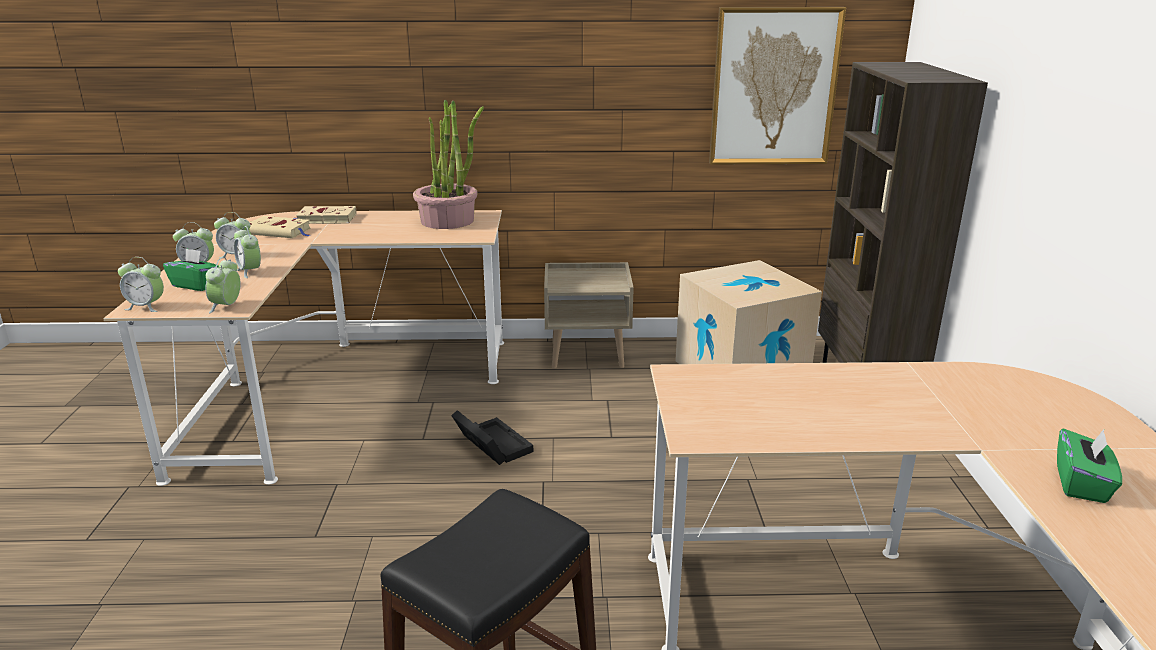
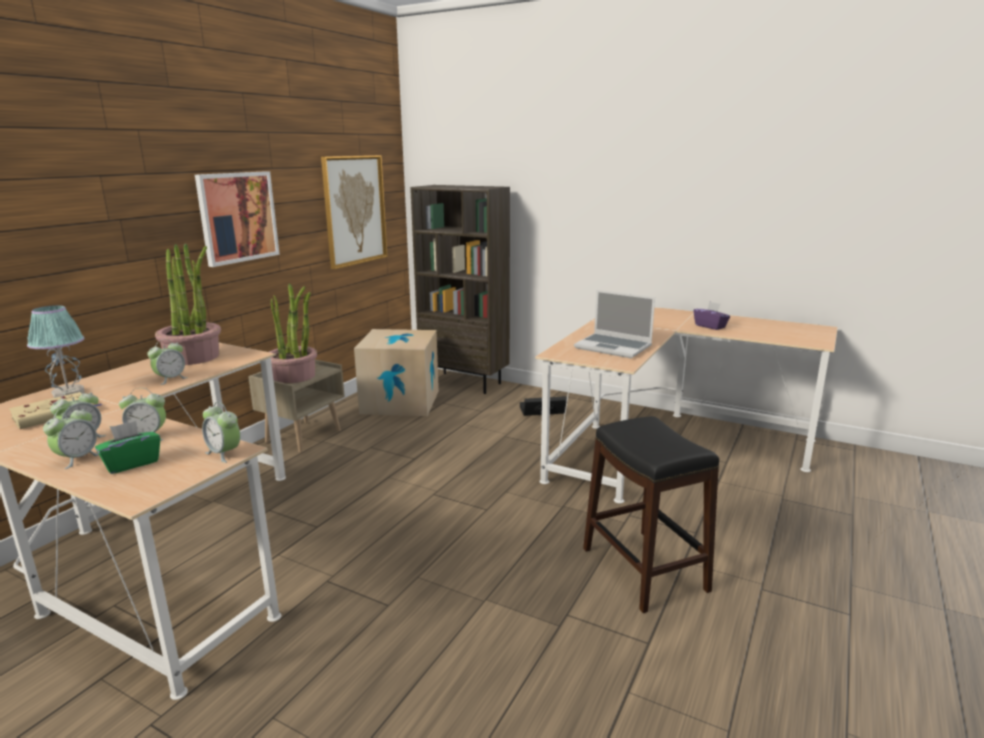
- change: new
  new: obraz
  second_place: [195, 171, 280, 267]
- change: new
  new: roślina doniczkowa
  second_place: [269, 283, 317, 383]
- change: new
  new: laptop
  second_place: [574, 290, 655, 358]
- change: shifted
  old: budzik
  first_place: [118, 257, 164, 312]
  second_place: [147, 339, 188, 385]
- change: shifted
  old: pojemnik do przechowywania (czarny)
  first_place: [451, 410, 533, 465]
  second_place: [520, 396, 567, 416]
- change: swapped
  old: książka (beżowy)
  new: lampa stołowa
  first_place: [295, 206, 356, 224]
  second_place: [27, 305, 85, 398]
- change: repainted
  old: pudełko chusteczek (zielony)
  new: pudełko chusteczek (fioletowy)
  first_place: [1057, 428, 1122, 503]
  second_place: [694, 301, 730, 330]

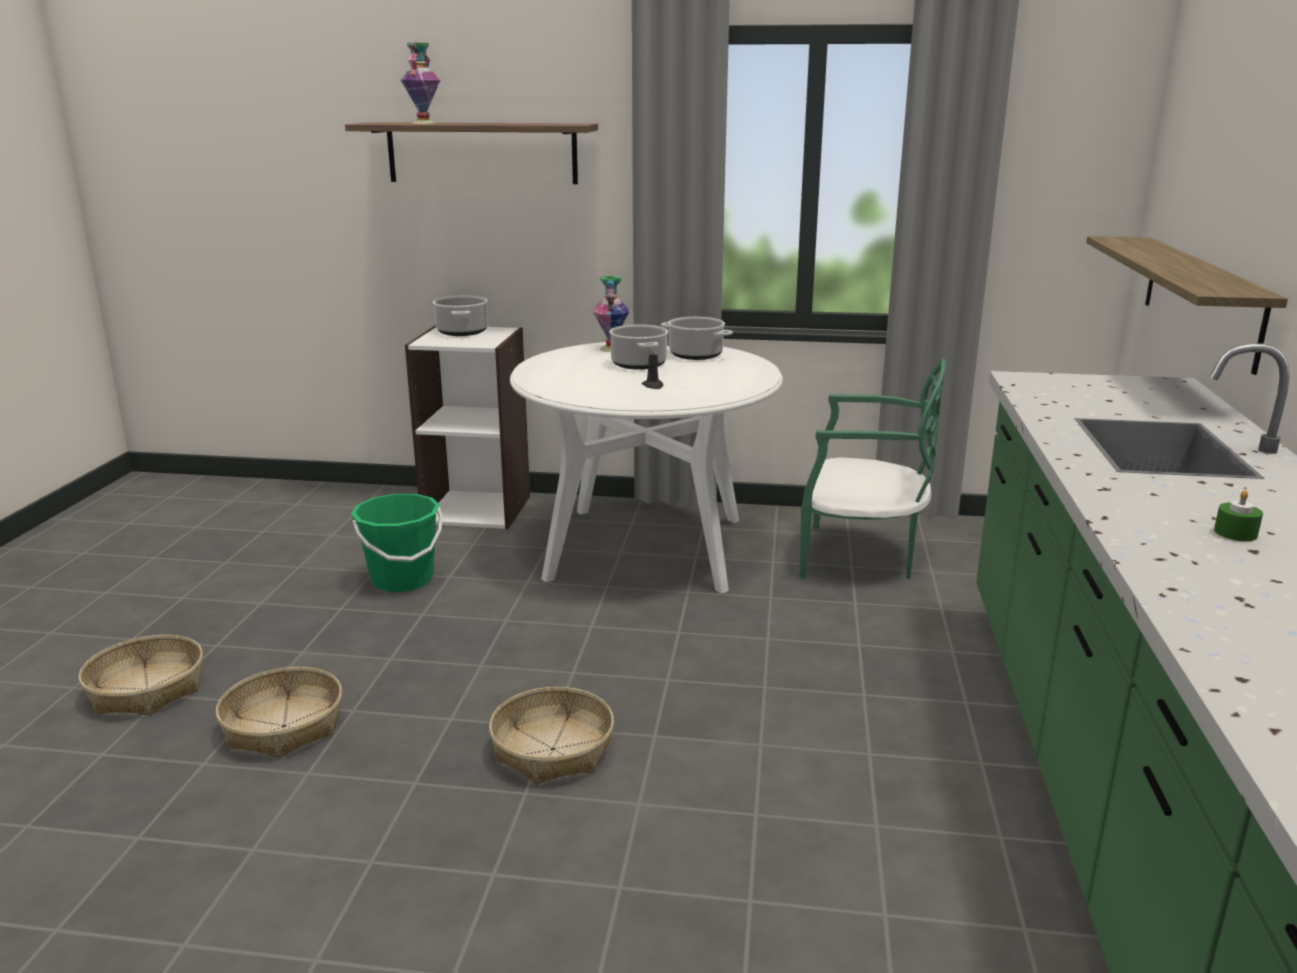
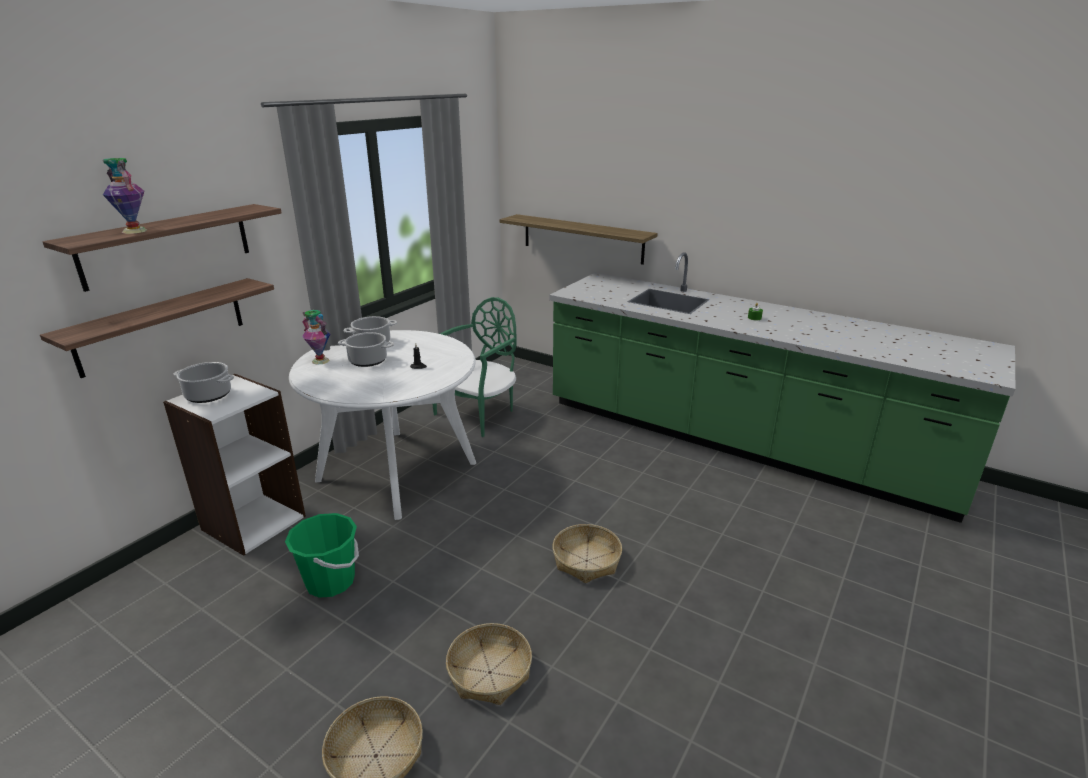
- change: new
  new: półka
  second_place: [40, 278, 274, 378]

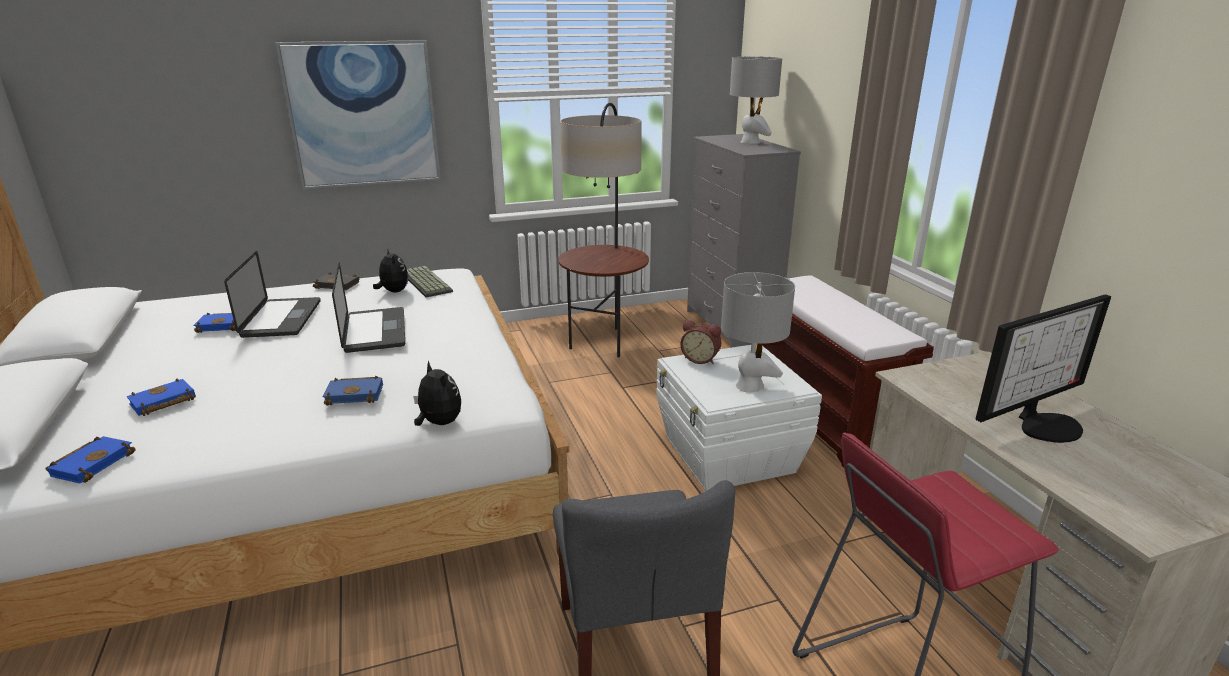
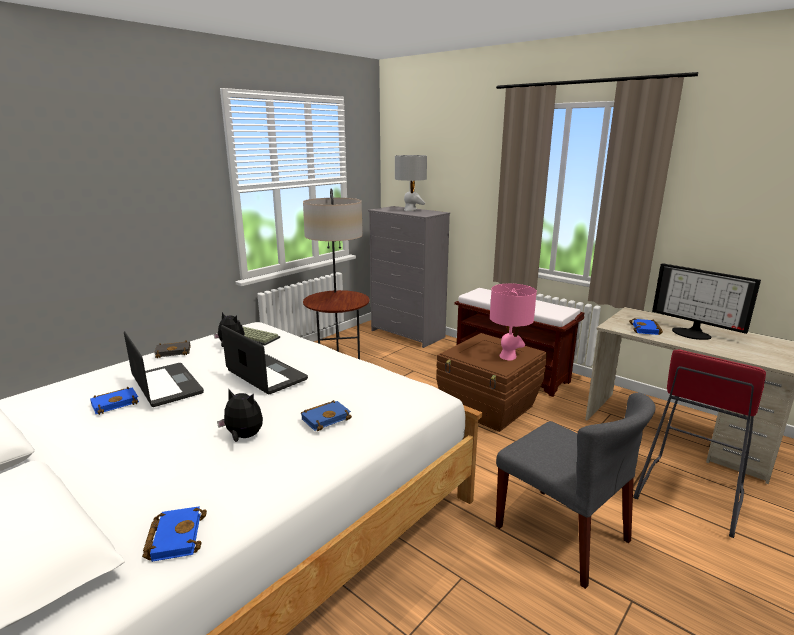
- change: gone
  old: obraz
  first_place: [275, 40, 441, 189]
- change: gone
  old: budzik
  first_place: [681, 320, 721, 364]
- change: shifted
  old: książka (niebieski)
  first_place: [127, 378, 196, 416]
  second_place: [629, 318, 663, 335]
- change: shifted
  old: pluszak
  first_place: [413, 360, 461, 426]
  second_place: [217, 389, 263, 442]
- change: repainted
  old: pojemnik do przechowywania (biały)
  new: pojemnik do przechowywania (brązowy)
  first_place: [656, 345, 822, 491]
  second_place: [436, 333, 547, 432]
- change: repainted
  old: lampa stołowa (szary)
  new: lampa stołowa (różowy)
  first_place: [721, 272, 795, 392]
  second_place: [490, 283, 537, 361]
- change: rotated
  old: monitor
  first_place: [975, 294, 1111, 443]
  second_place: [652, 263, 761, 340]
  degrees: 105

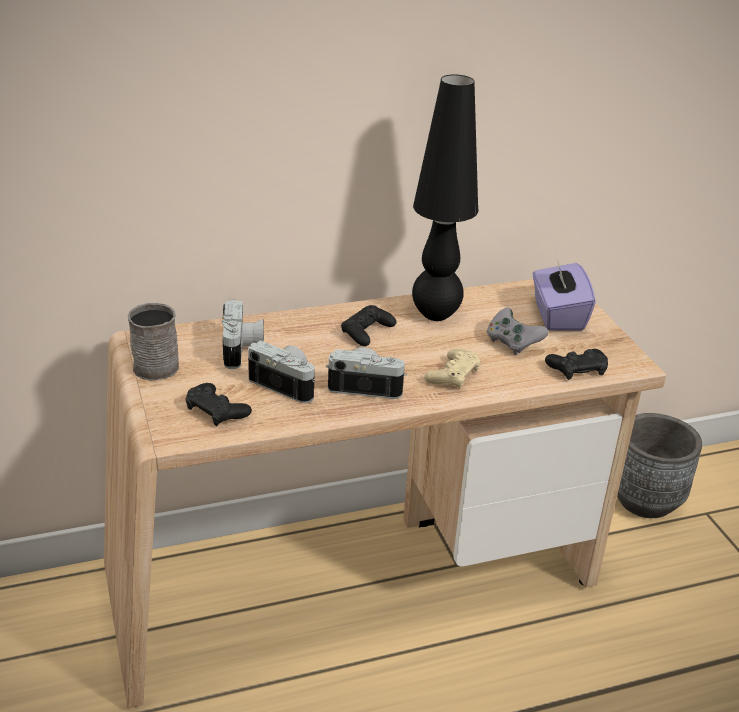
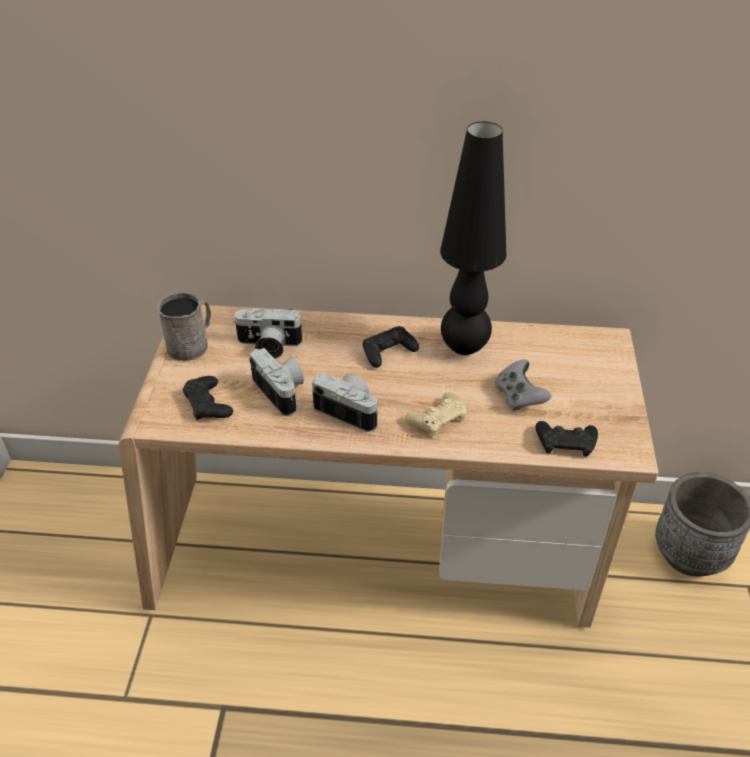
- change: gone
  old: pudełko chusteczek (fioletowy)
  first_place: [533, 260, 596, 331]
- change: rotated
  old: aparat fotograficzny
  first_place: [222, 299, 264, 369]
  second_place: [233, 308, 304, 359]
  degrees: 75

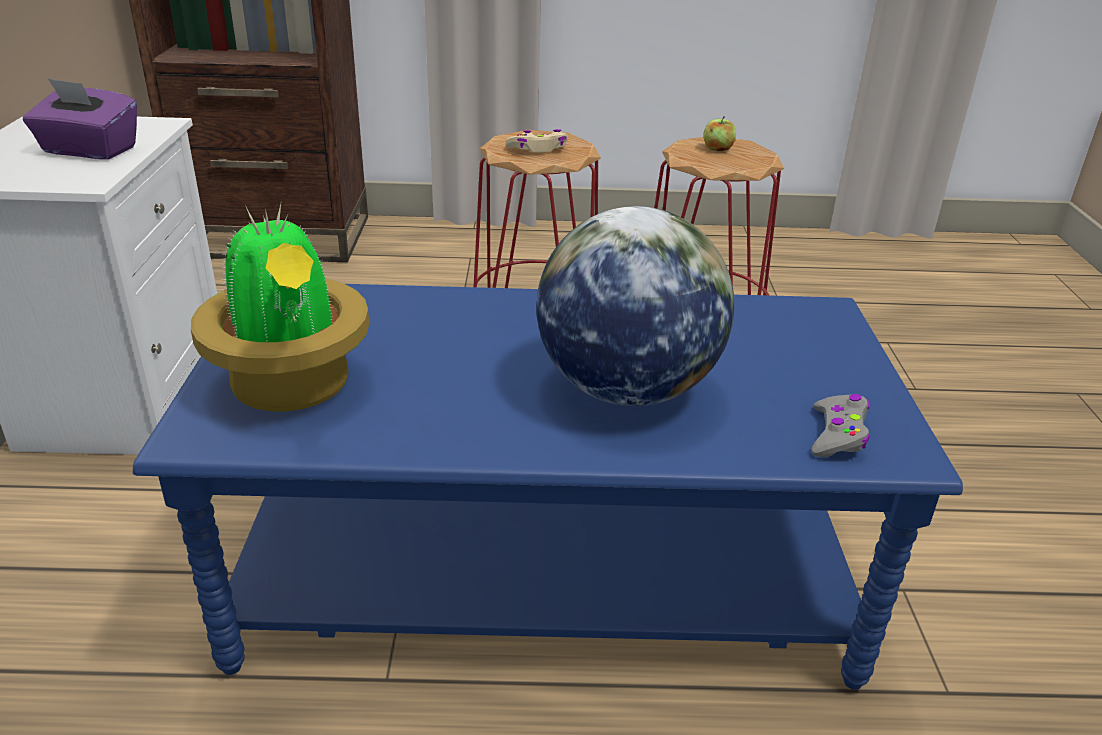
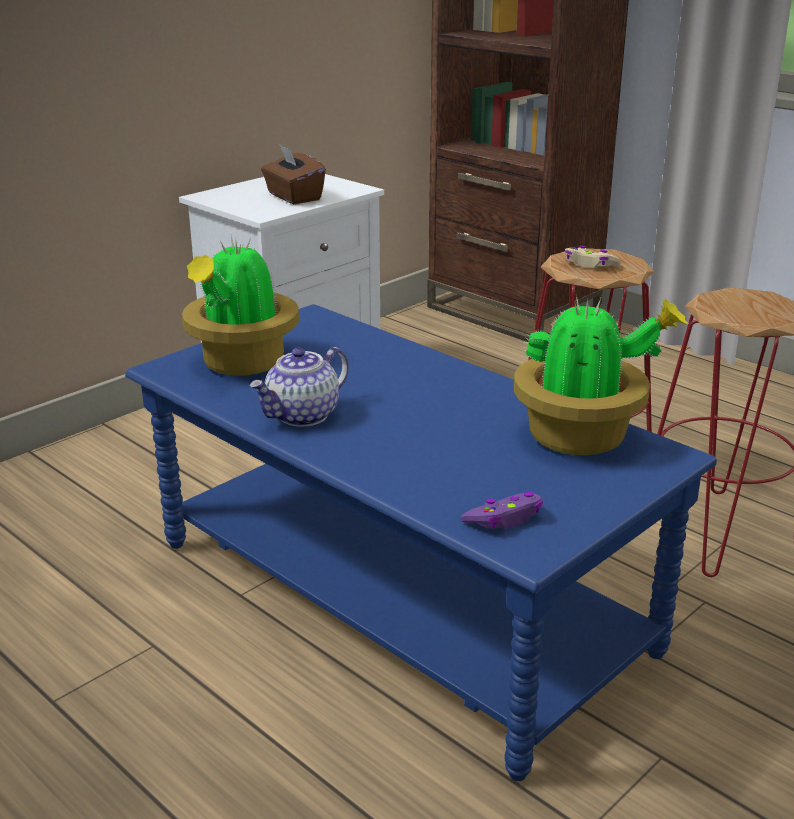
- change: gone
  old: globus
  first_place: [536, 206, 734, 406]
- change: gone
  old: jabłko
  first_place: [704, 116, 736, 151]
- change: new
  new: imbryk
  second_place: [249, 347, 349, 427]
- change: new
  new: roślina doniczkowa
  second_place: [514, 295, 689, 455]
- change: repainted
  old: pudełko chusteczek (fioletowy)
  new: pudełko chusteczek (brązowy)
  first_place: [23, 78, 137, 160]
  second_place: [261, 145, 326, 204]
- change: repainted
  old: pad do gier (szary)
  new: pad do gier (fioletowy)
  first_place: [812, 394, 870, 457]
  second_place: [461, 492, 543, 529]

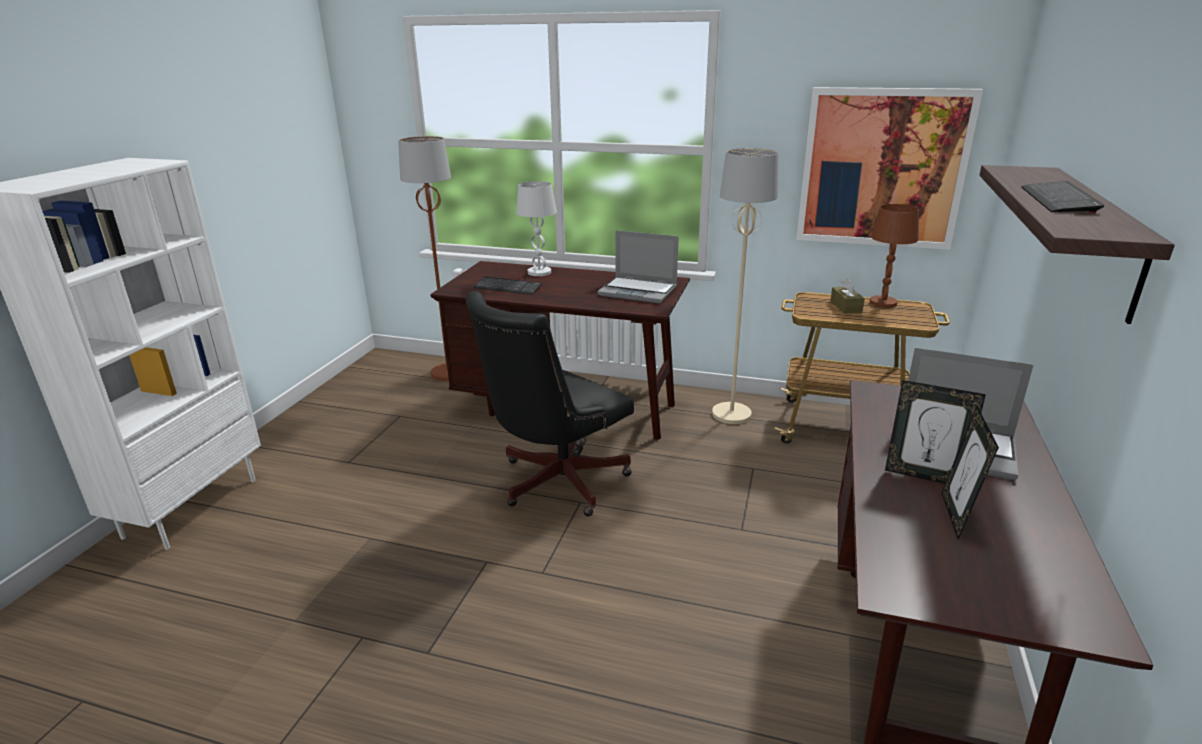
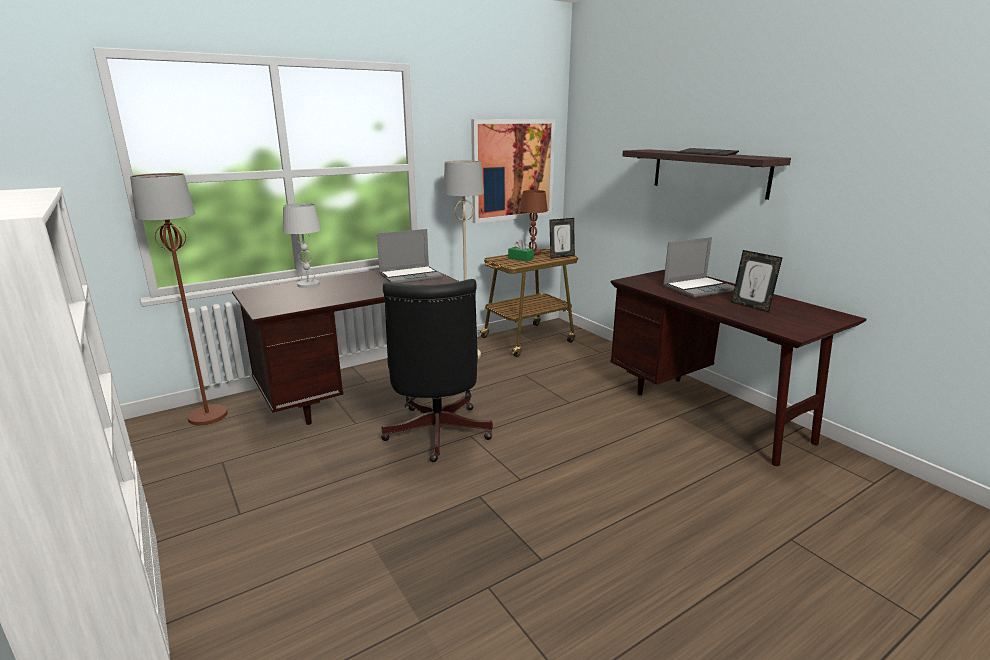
- change: gone
  old: klawiatura
  first_place: [474, 277, 542, 295]
- change: shifted
  old: ramka na zdjęcie
  first_place: [885, 380, 986, 484]
  second_place: [549, 218, 575, 258]
- change: repainted
  old: pudełko chusteczek (brązowy)
  new: pudełko chusteczek (zielony)
  first_place: [830, 278, 865, 314]
  second_place: [508, 240, 534, 262]

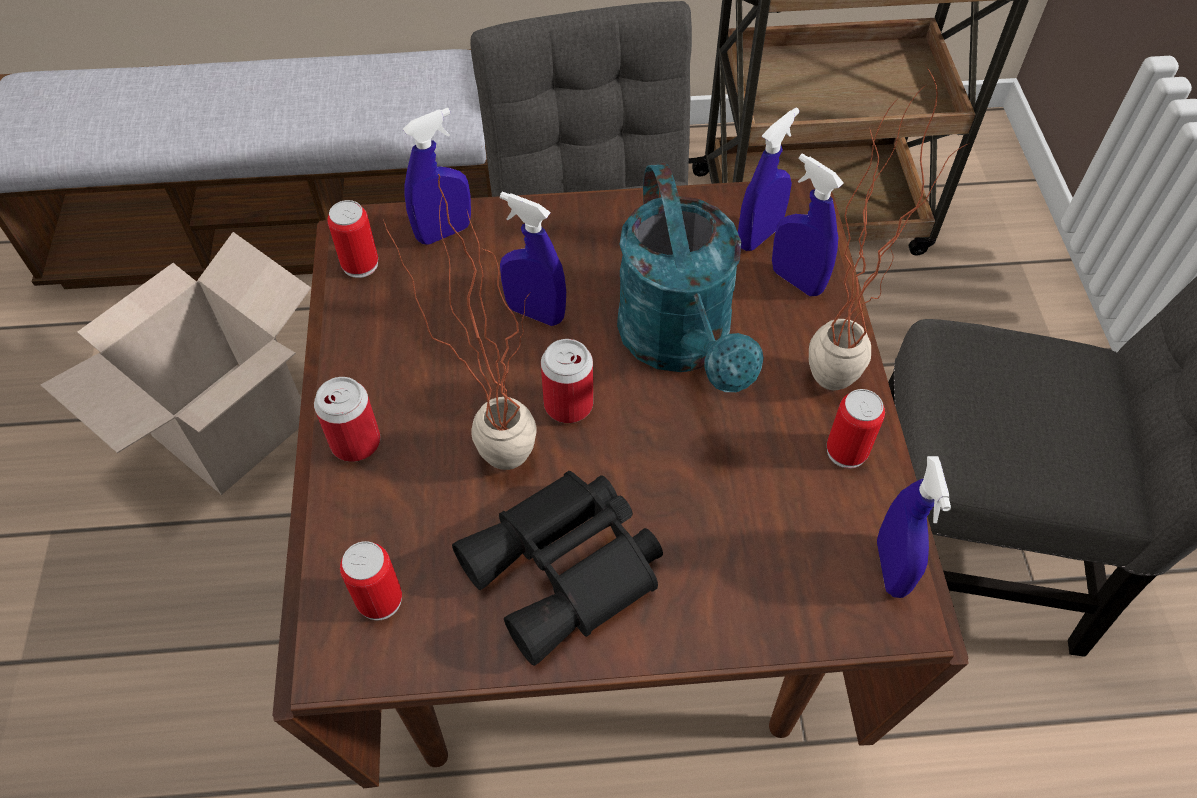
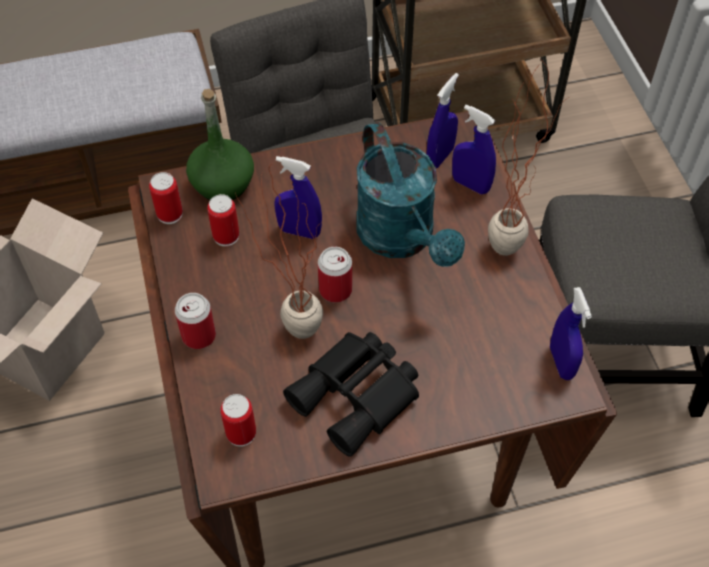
- change: shifted
  old: puszka
  first_place: [827, 389, 885, 468]
  second_place: [207, 194, 239, 247]
- change: swapped
  old: spryskiwacz (niebieski)
  new: butelka (zielony)
  first_place: [403, 108, 471, 245]
  second_place: [186, 89, 254, 200]

